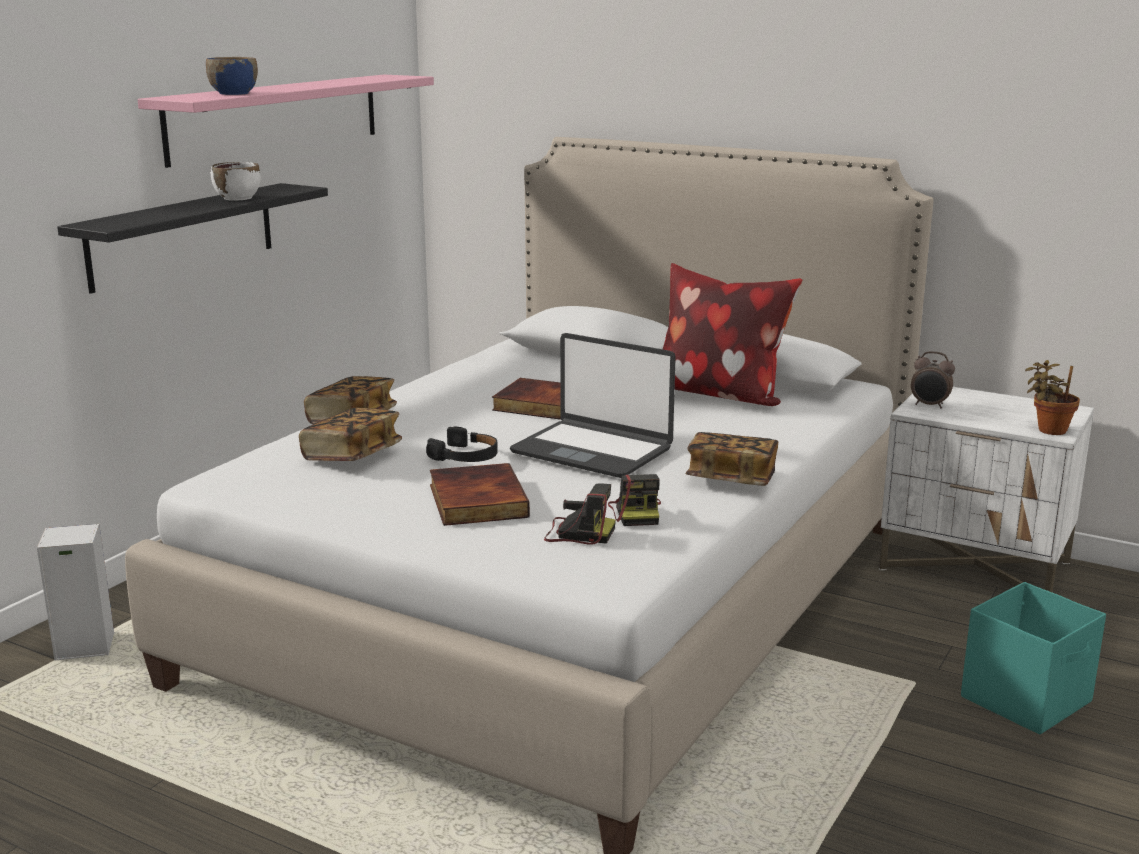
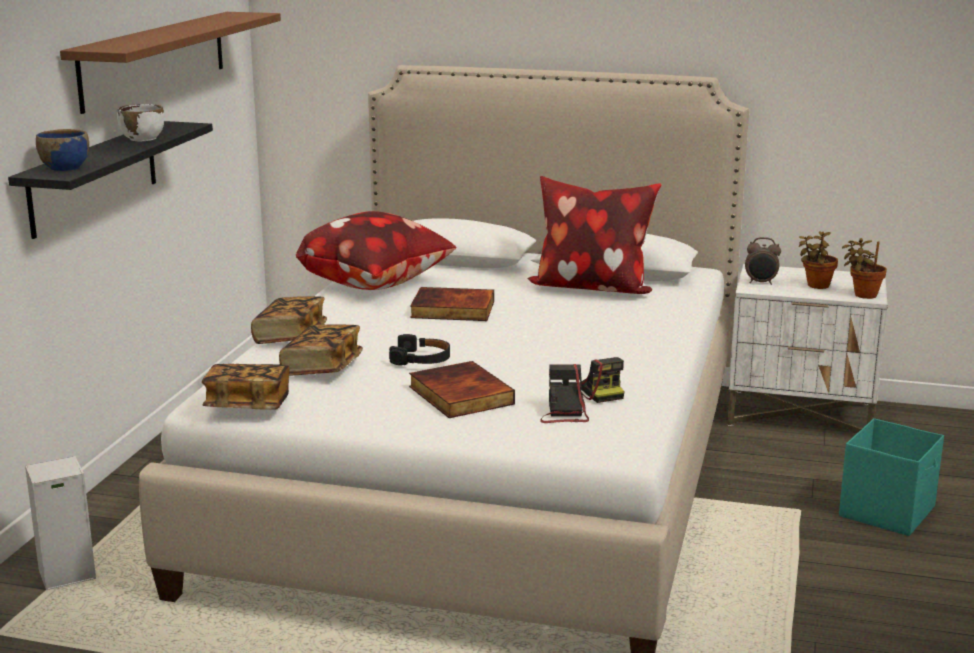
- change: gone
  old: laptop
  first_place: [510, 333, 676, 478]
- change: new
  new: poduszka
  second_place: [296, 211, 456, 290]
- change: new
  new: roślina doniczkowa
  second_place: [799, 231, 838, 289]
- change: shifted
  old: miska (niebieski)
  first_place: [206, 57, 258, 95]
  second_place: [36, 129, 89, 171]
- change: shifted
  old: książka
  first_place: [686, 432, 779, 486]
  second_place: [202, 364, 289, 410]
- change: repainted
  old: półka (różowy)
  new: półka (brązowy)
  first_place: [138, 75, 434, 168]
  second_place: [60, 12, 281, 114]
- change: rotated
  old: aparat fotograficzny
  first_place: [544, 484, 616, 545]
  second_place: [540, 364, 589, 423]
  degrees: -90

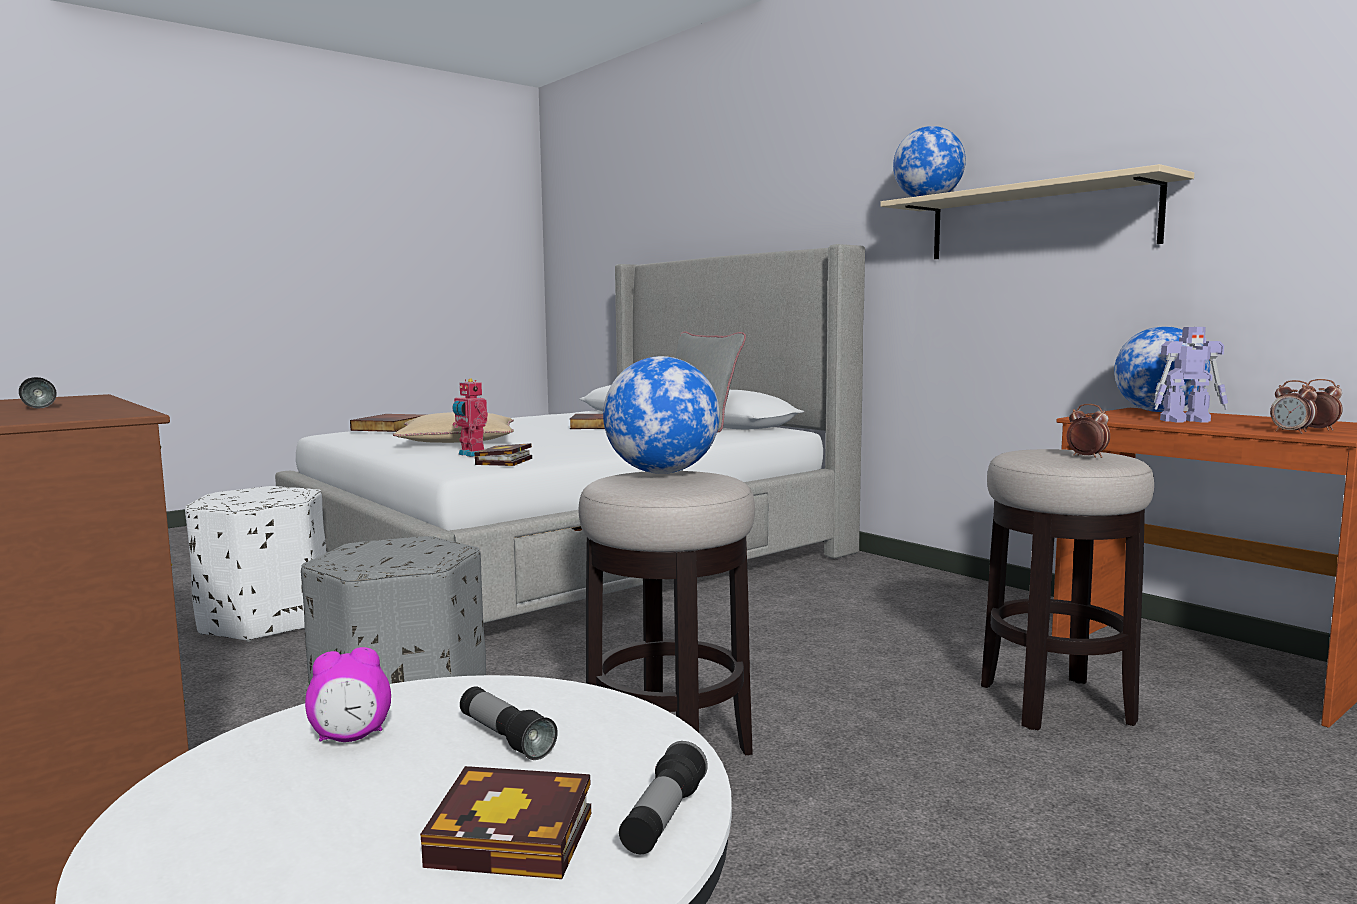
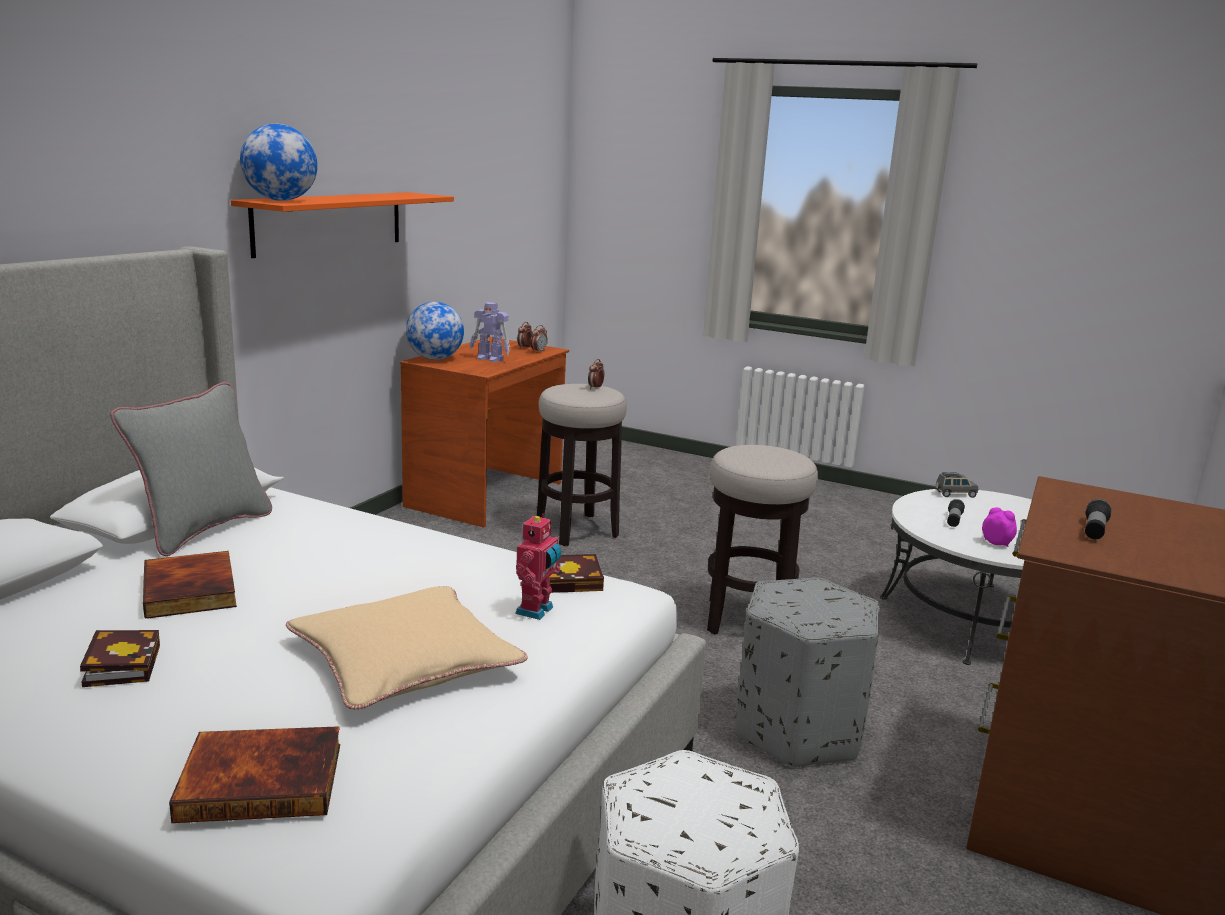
- change: gone
  old: globus
  first_place: [603, 356, 720, 474]
- change: shifted
  old: książka
  first_place: [420, 766, 591, 879]
  second_place: [80, 630, 160, 687]
- change: swapped
  old: latarka
  new: samochodzik (szary)
  first_place: [619, 741, 708, 854]
  second_place: [935, 472, 979, 498]
- change: repainted
  old: półka (beżowy)
  new: półka (pomarańczowy)
  first_place: [880, 164, 1194, 259]
  second_place: [231, 192, 454, 258]
- change: rotated
  old: robot zabawkowy
  first_place: [1154, 327, 1228, 423]
  second_place: [469, 302, 510, 362]
  degrees: 135

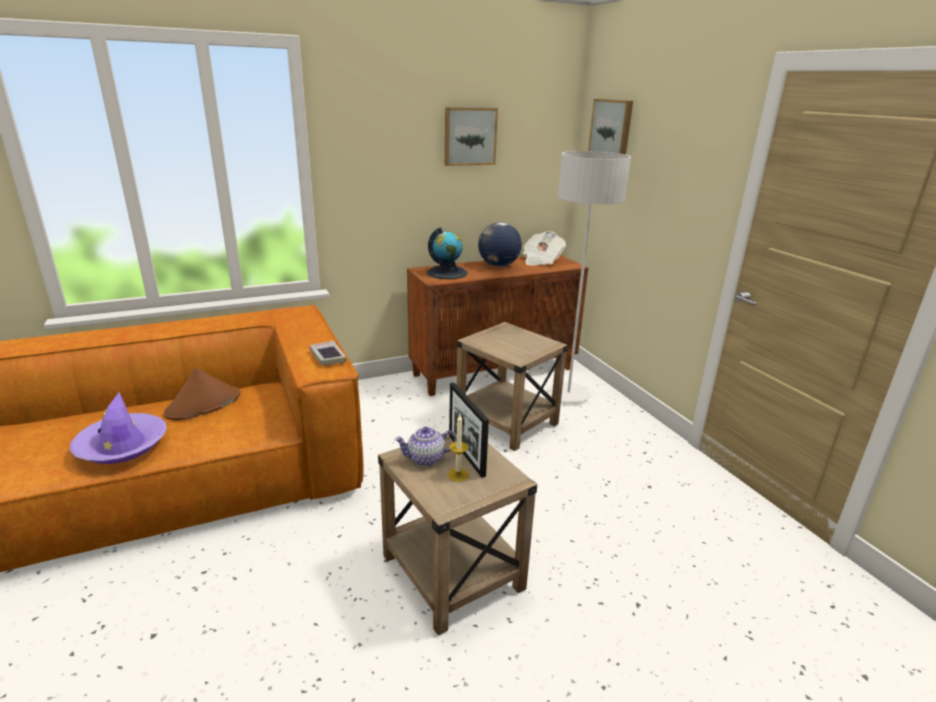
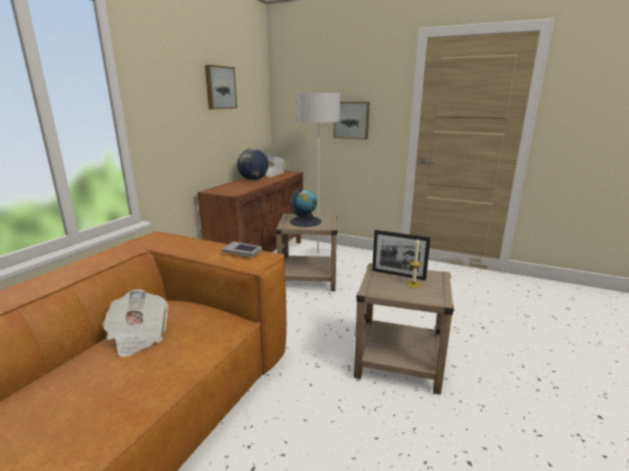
- change: gone
  old: kapelusz (fioletowy)
  first_place: [70, 392, 167, 464]
- change: gone
  old: imbryk
  first_place: [394, 427, 457, 466]
- change: shifted
  old: globus
  first_place: [427, 227, 468, 279]
  second_place: [290, 188, 322, 227]
- change: shifted
  old: obraz
  first_place: [588, 99, 633, 155]
  second_place: [334, 102, 370, 140]
- change: swapped
  old: kapelusz (brązowy)
  new: gazeta
  first_place: [164, 368, 240, 420]
  second_place: [102, 289, 169, 357]

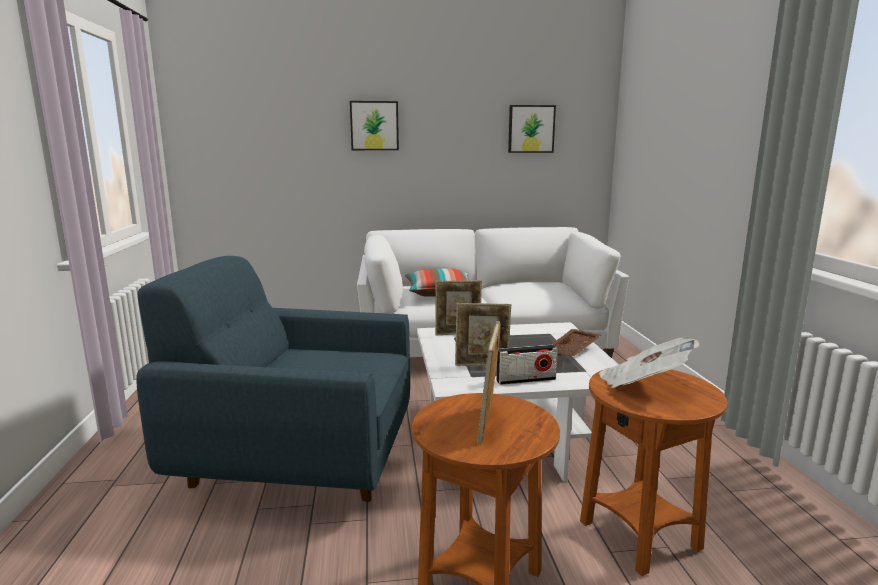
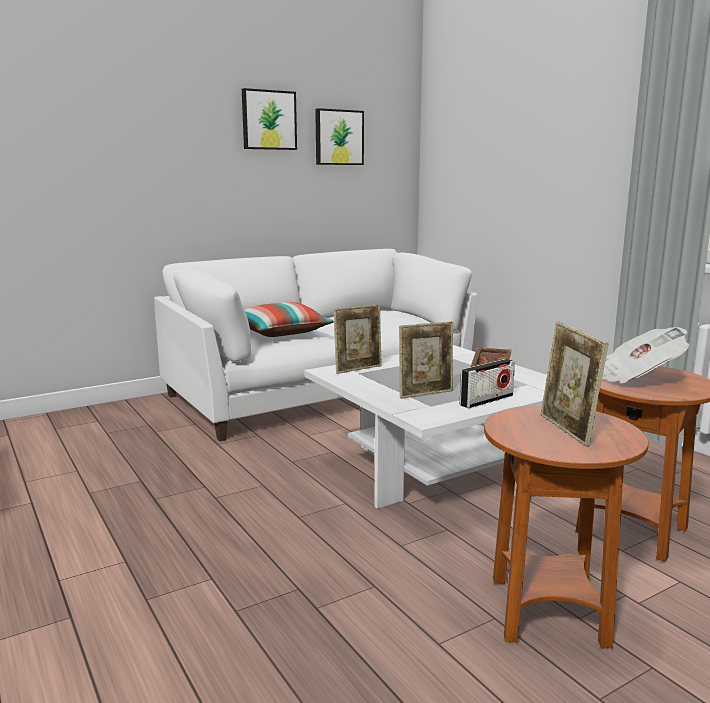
- change: gone
  old: fotel (niebieski)
  first_place: [136, 256, 410, 502]
- change: shifted
  old: obraz
  first_place: [350, 101, 399, 150]
  second_place: [242, 88, 297, 150]

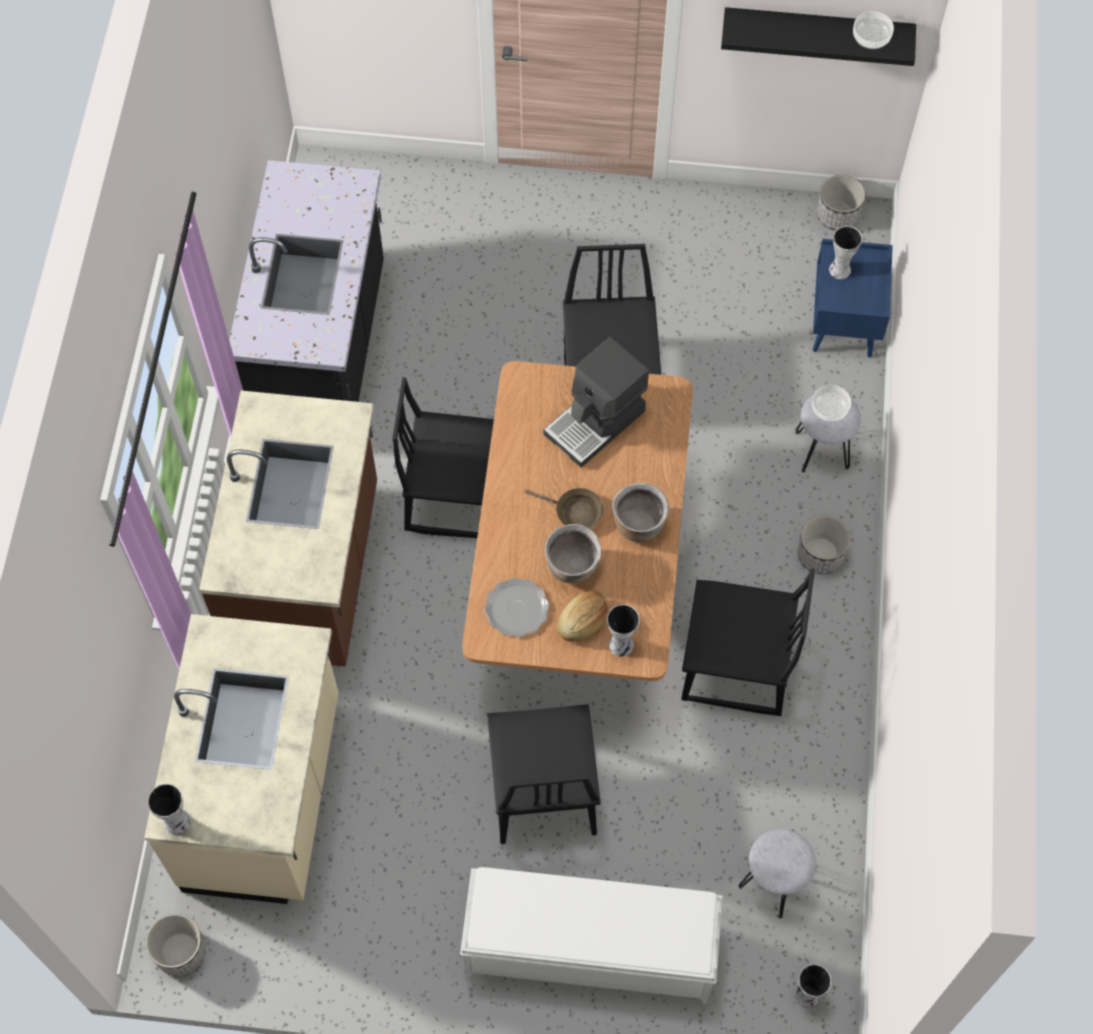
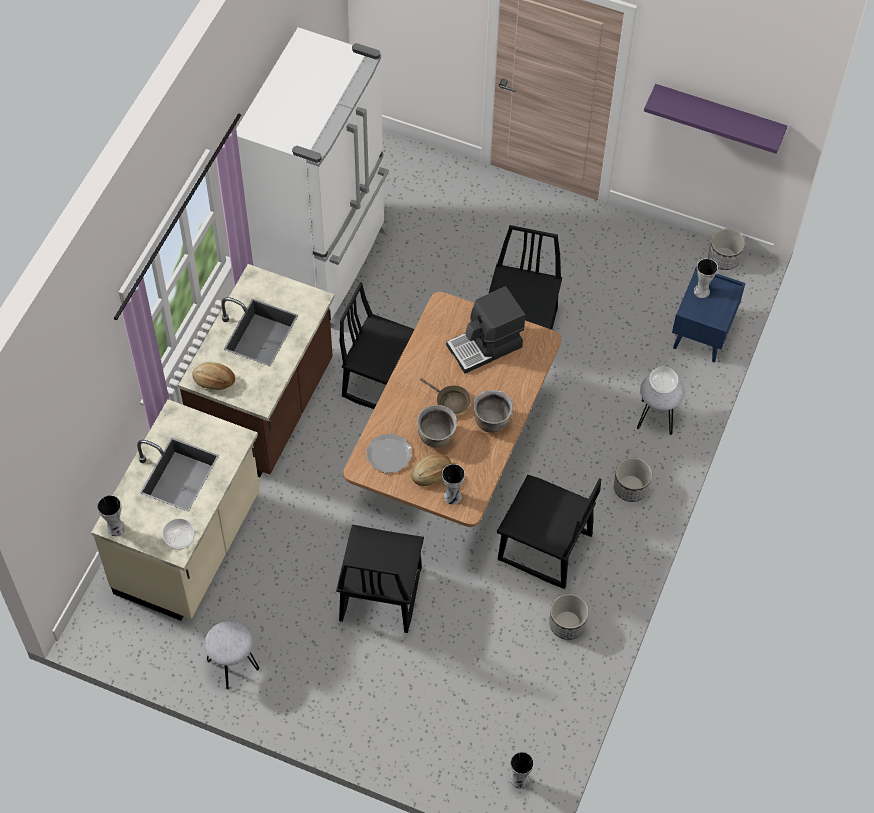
- change: gone
  old: ławka (biały)
  first_place: [460, 867, 723, 1004]
- change: new
  new: chleb
  second_place: [192, 362, 235, 390]
- change: shifted
  old: donica
  first_place: [146, 914, 206, 976]
  second_place: [549, 594, 589, 640]
- change: shifted
  old: stołek (szary)
  first_place: [738, 829, 816, 918]
  second_place: [204, 621, 259, 690]
- change: shifted
  old: miska
  first_place: [853, 11, 894, 49]
  second_place: [162, 519, 194, 550]
- change: swapped
  old: zabudowa kuchenna (czarny)
  new: lodówka (biały)
  first_place: [229, 160, 384, 402]
  second_place: [236, 27, 389, 329]
- change: repainted
  old: półka (czarny)
  new: półka (fioletowy)
  first_place: [721, 7, 916, 66]
  second_place: [644, 84, 787, 154]

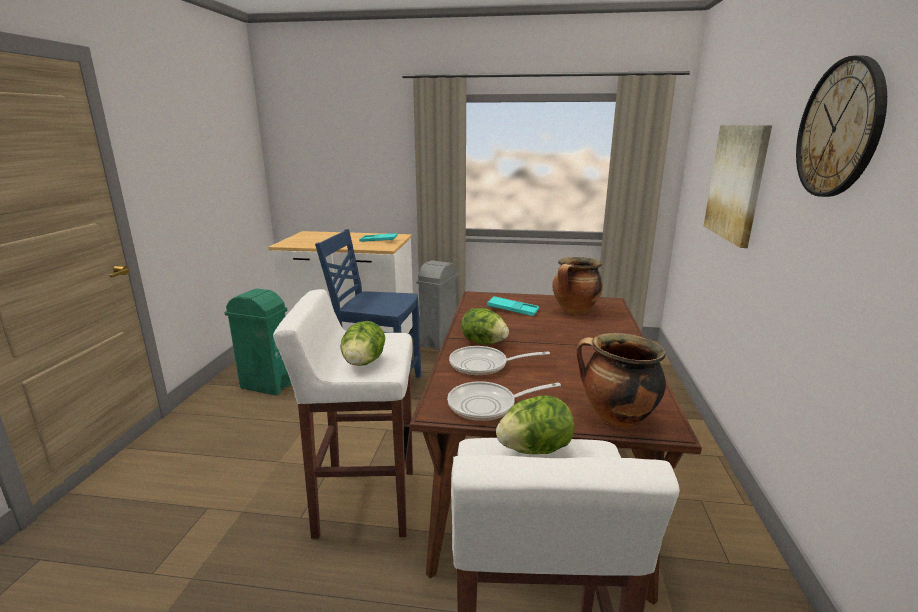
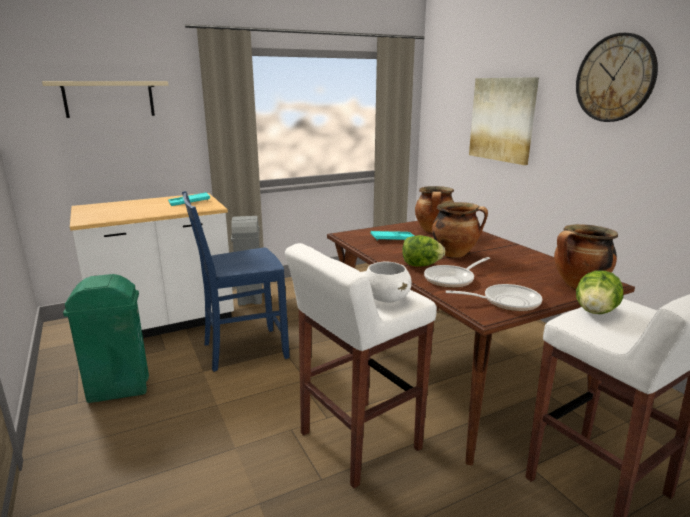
- change: new
  new: półka (beżowy)
  second_place: [42, 81, 168, 118]
- change: new
  new: garnek
  second_place: [432, 202, 488, 258]
- change: swapped
  old: sałata
  new: miska (biały)
  first_place: [341, 321, 385, 366]
  second_place: [365, 261, 412, 303]
- change: rotated
  old: patelnia
  first_place: [447, 381, 561, 421]
  second_place: [446, 284, 542, 311]
  degrees: -135

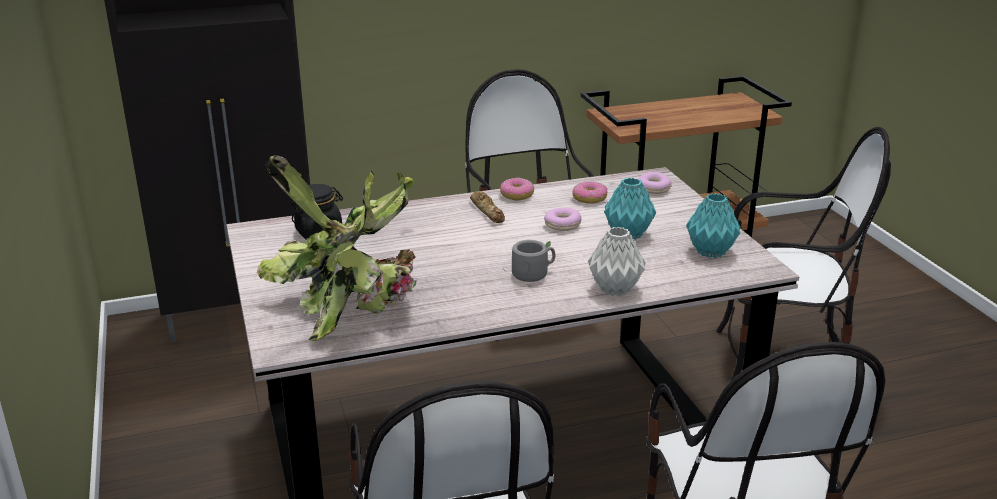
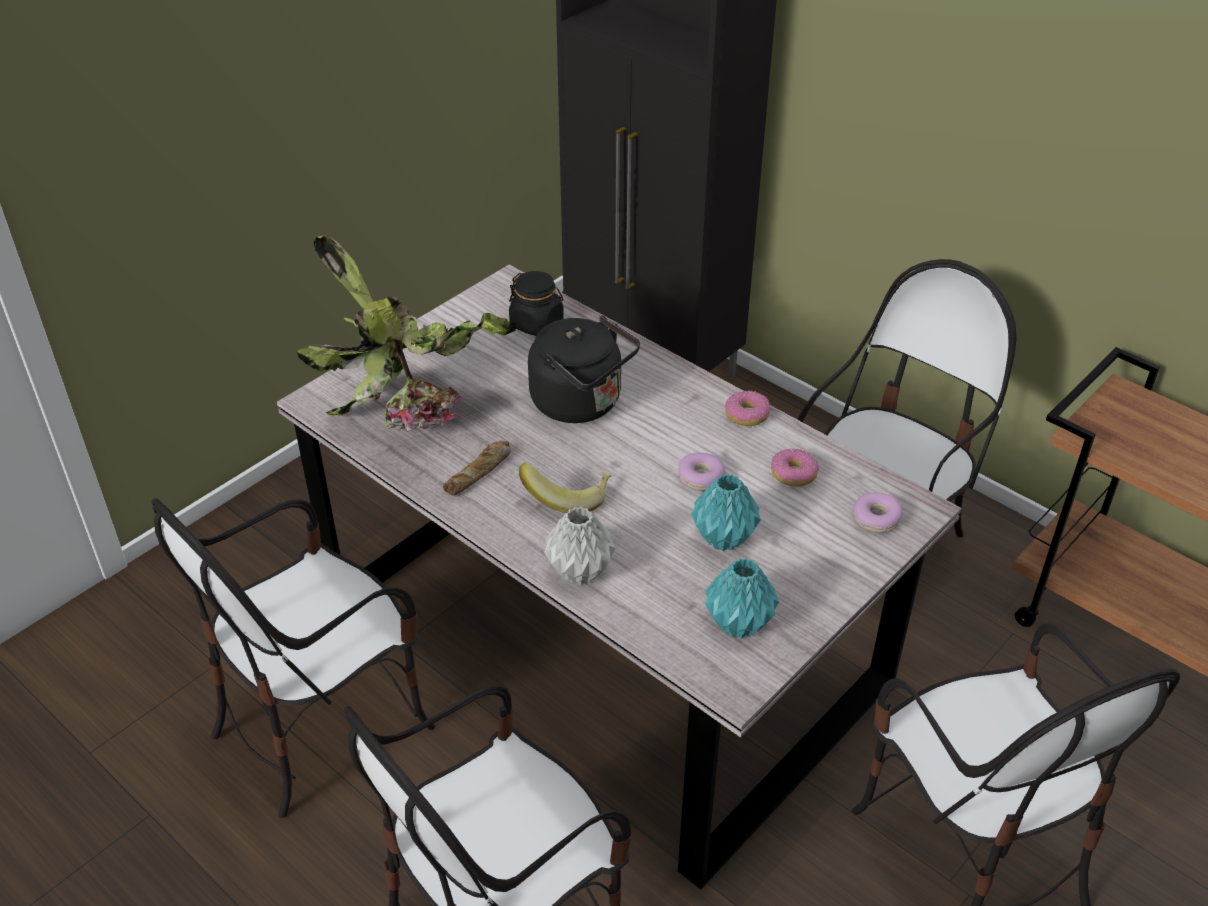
- change: new
  new: czajnik (czarny)
  second_place: [528, 315, 640, 423]
- change: shifted
  old: chleb
  first_place: [470, 191, 505, 223]
  second_place: [443, 441, 511, 496]
- change: swapped
  old: kubek (szary)
  new: banan
  first_place: [503, 240, 555, 282]
  second_place: [519, 462, 612, 513]

